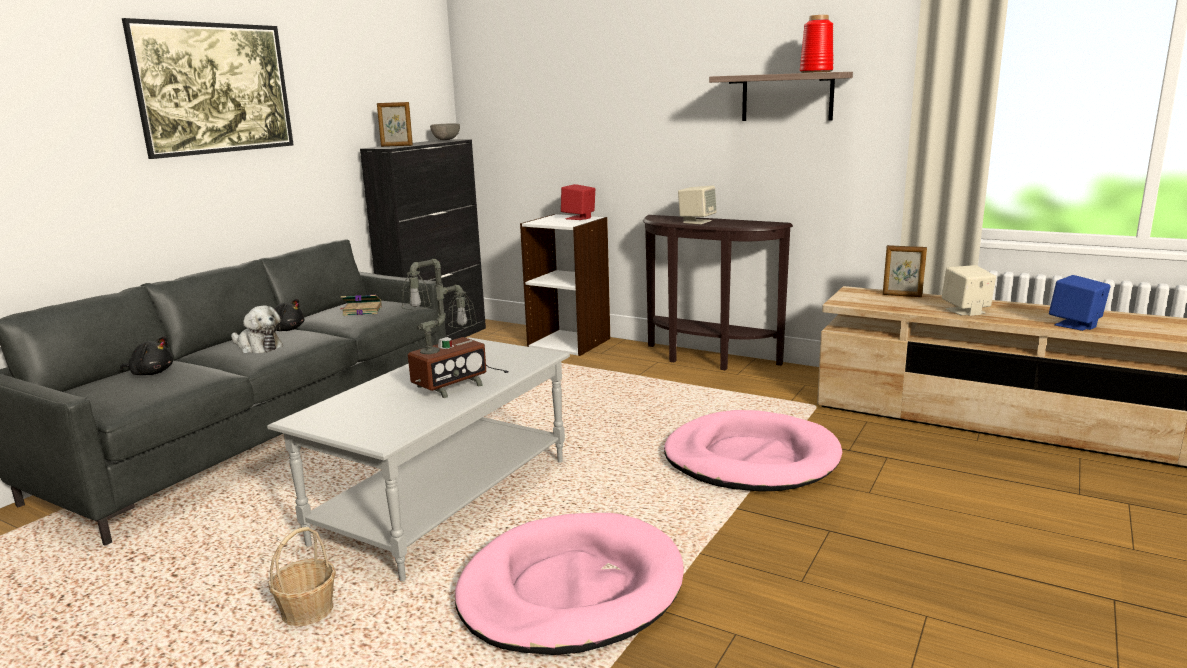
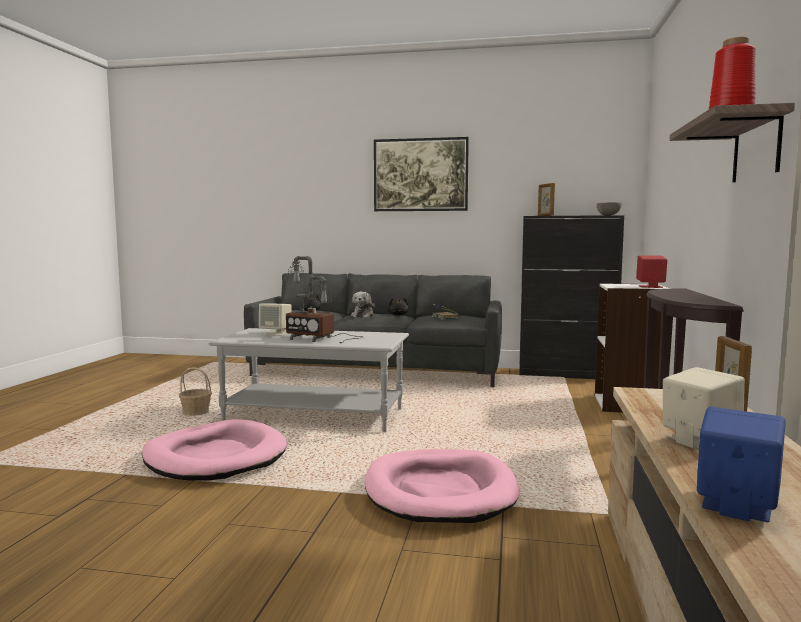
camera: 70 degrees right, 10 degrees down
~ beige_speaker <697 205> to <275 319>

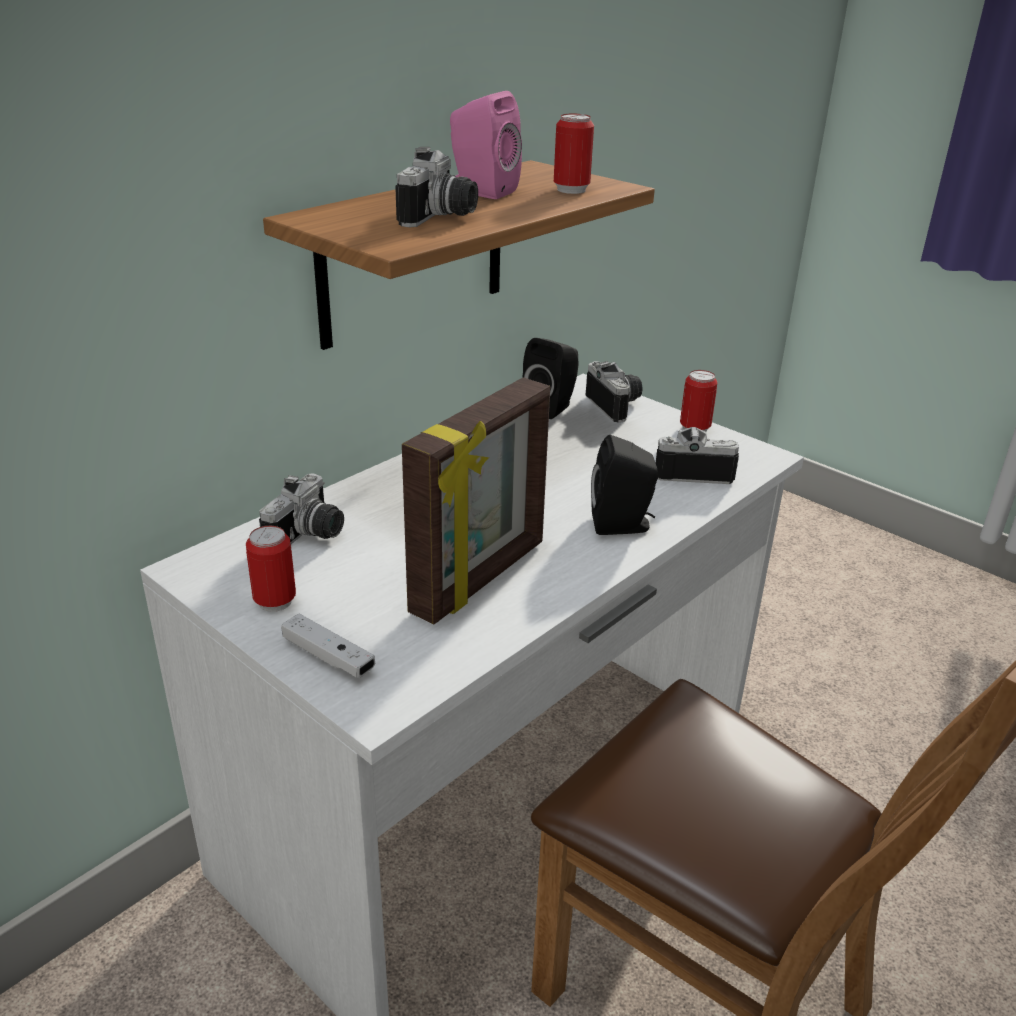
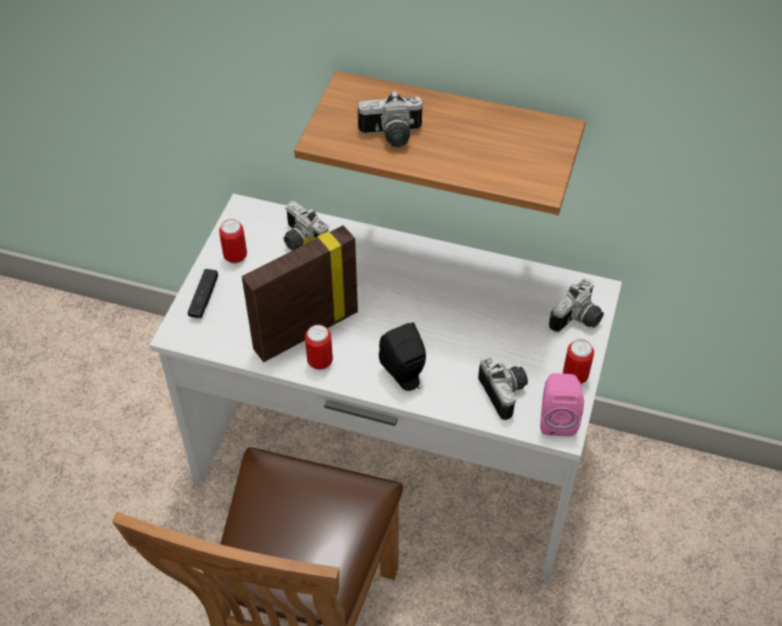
camera: 65 degrees right, 20 degrees up
- black_speaker <550 378>
~ pink_speaker <486 145> to <562 404>
~ can <574 154> to <319 347>
~ white_game_controller <328 646> to black_game_controller <203 294>
~ photo_camera <301 509> = <306 226> 45 degrees clockwise
~ picture_frame <476 500> = <300 293> 135 degrees clockwise

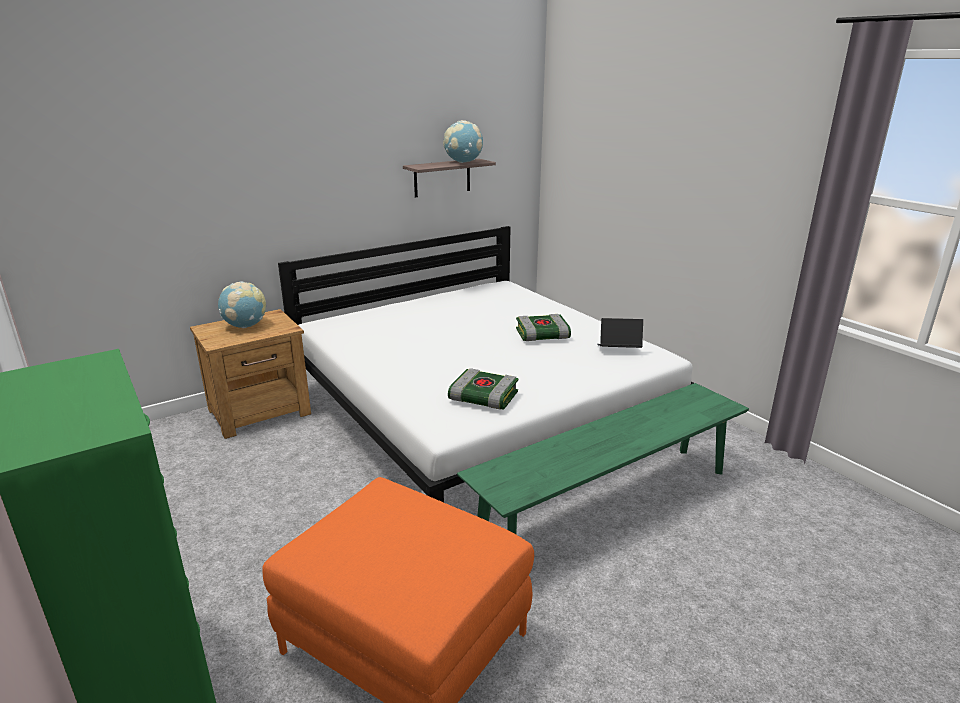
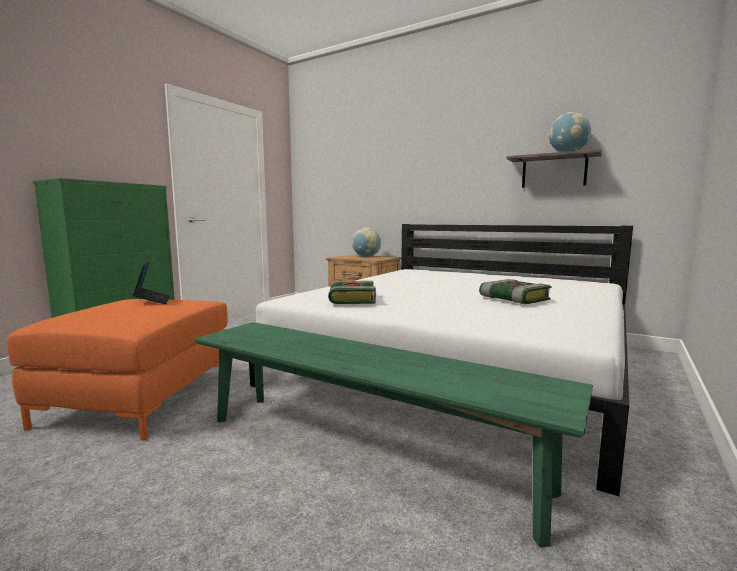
camera: 65 degrees right, 15 degrees down
~ laptop <620 333> to <151 282>

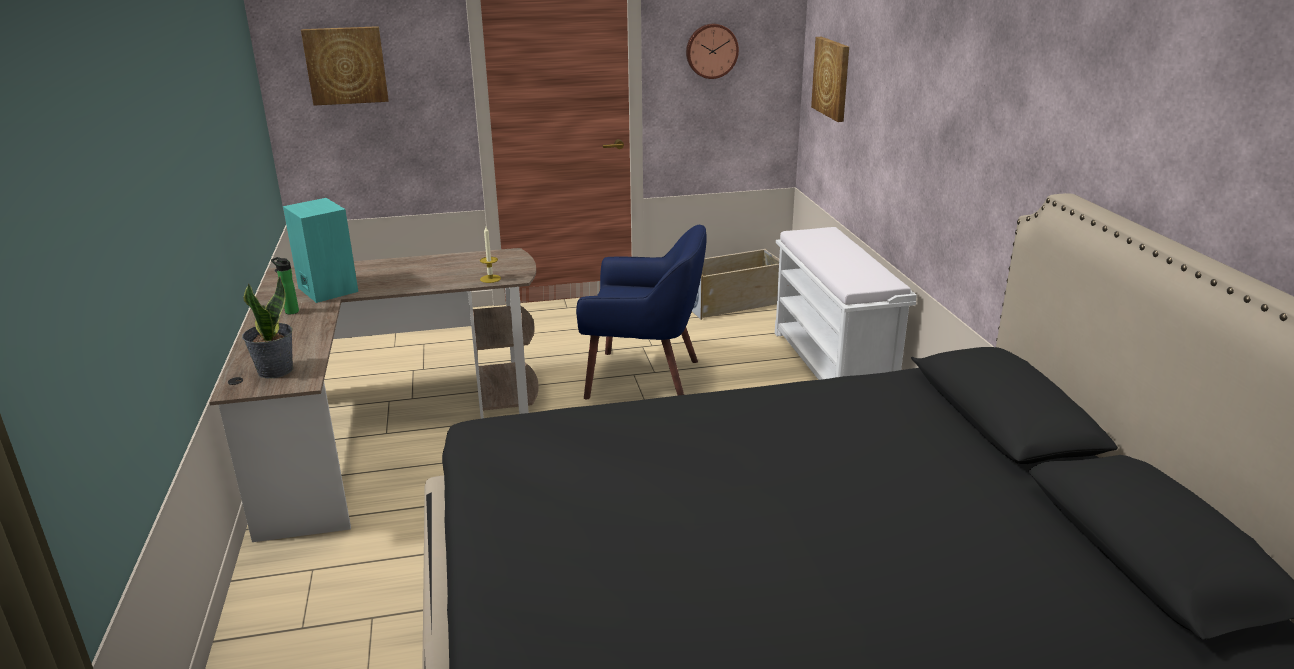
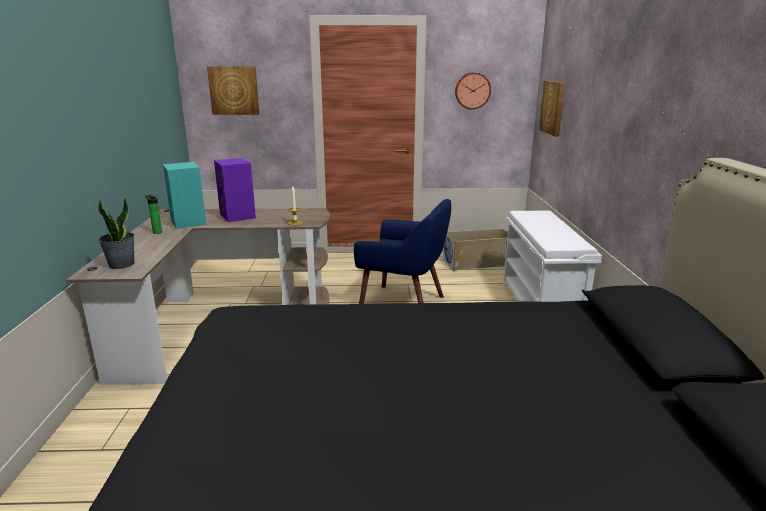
camera: 10 degrees right, 5 degrees down
+ purple_speaker <235 190>

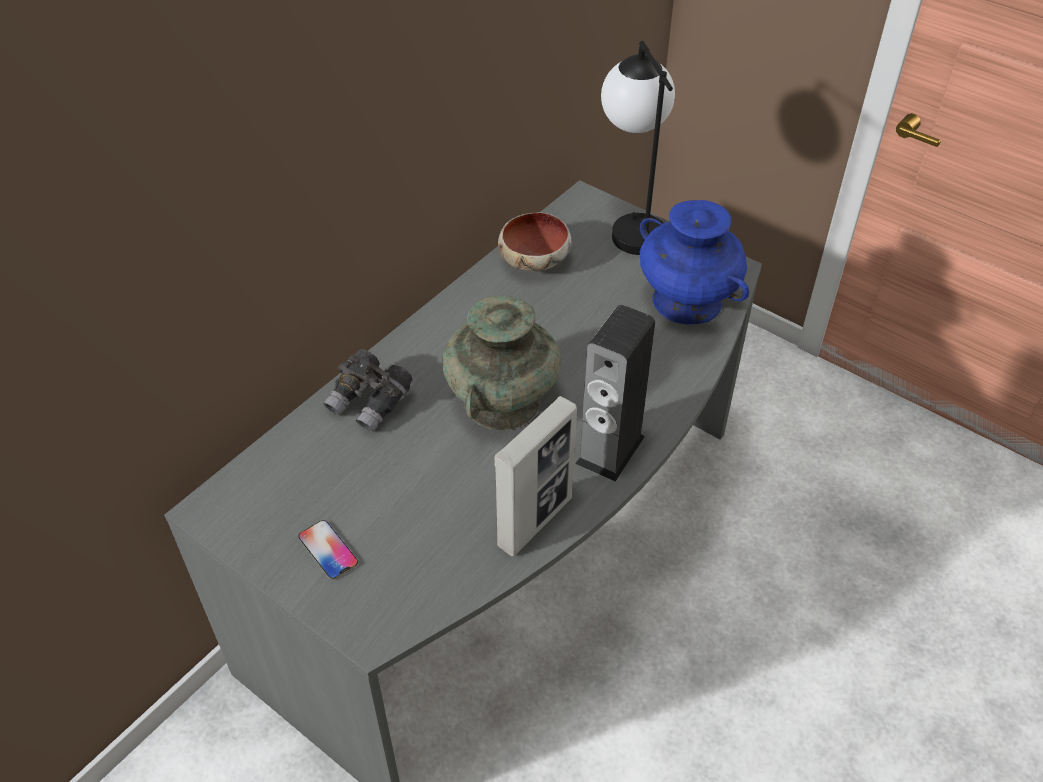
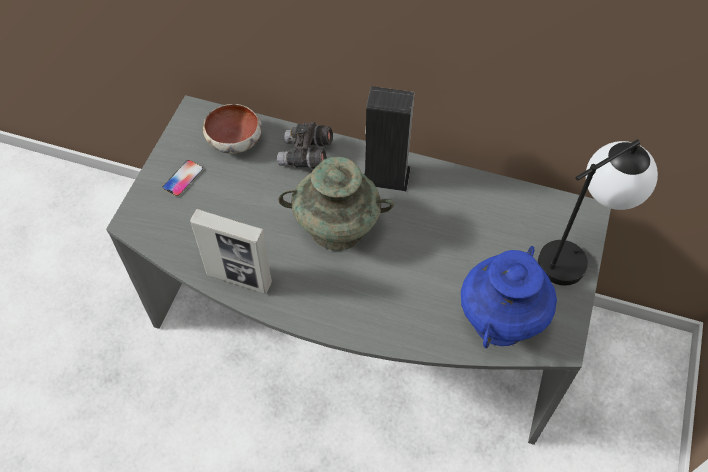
camera: 70 degrees right, 10 degrees up
~ bowl <534 242> to <232 129>
~ speaker <615 393> to <389 138>

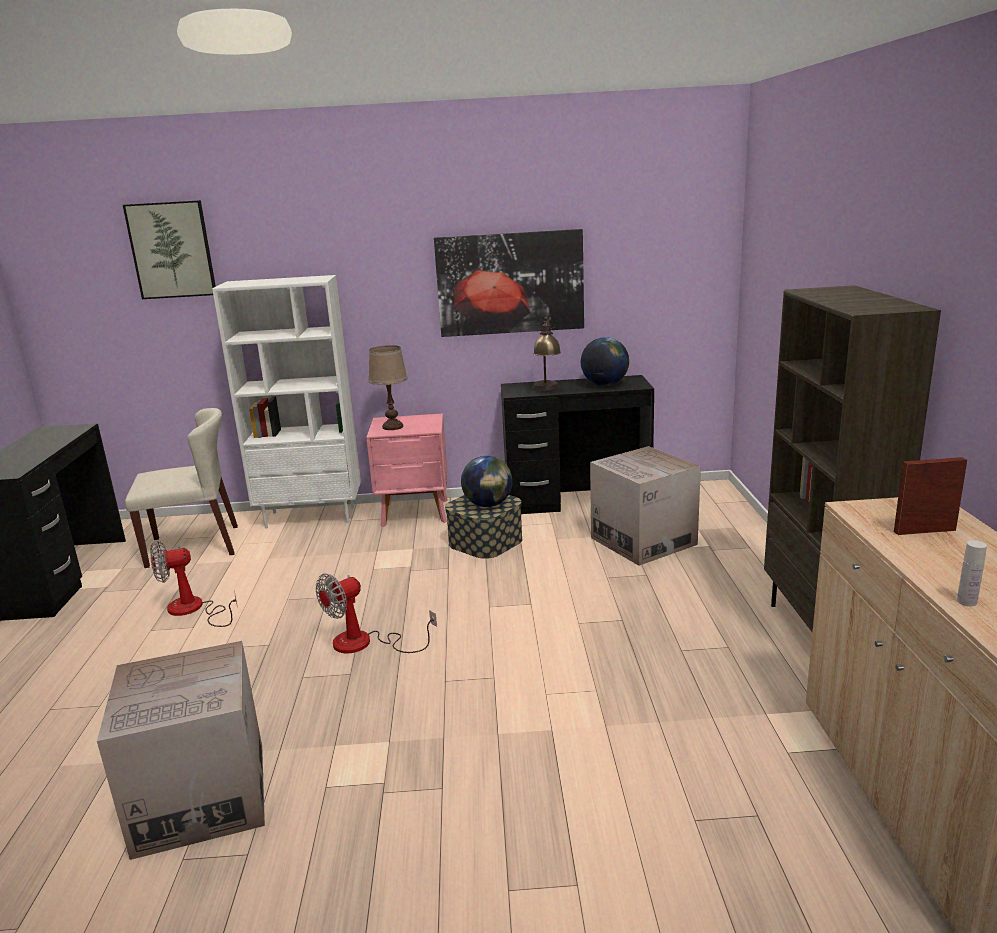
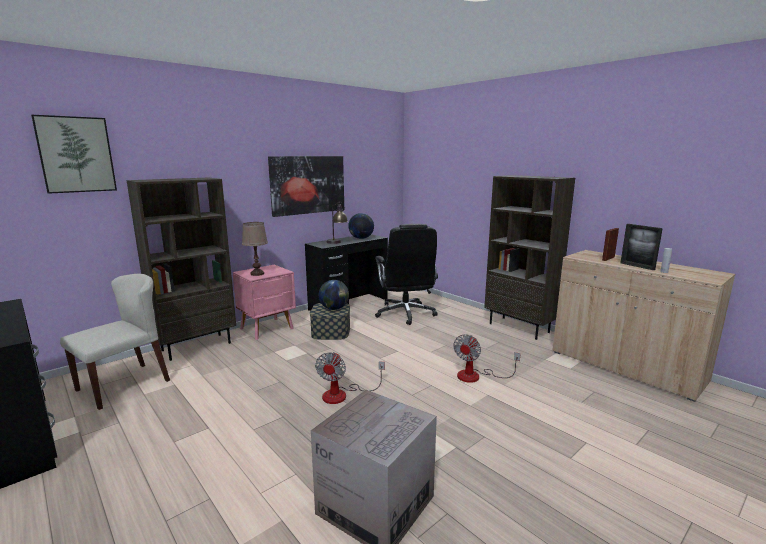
camera: 40 degrees left, 5 degrees down
+ picture_frame <642 247>
~ fan <193 584> to <487 358>
~ cardboard_box <645 506> to black_office_chair <406 274>
~ white_bookcase <286 402> to brown_bookcase <181 269>

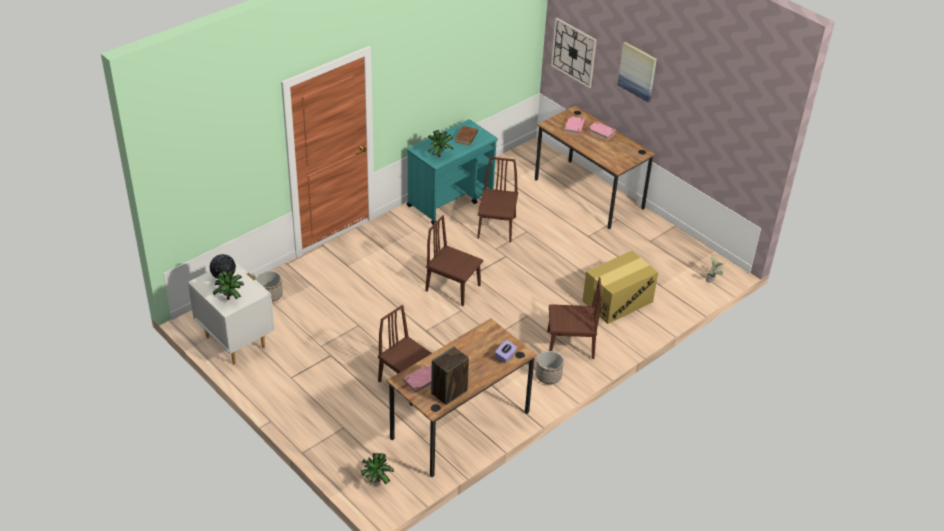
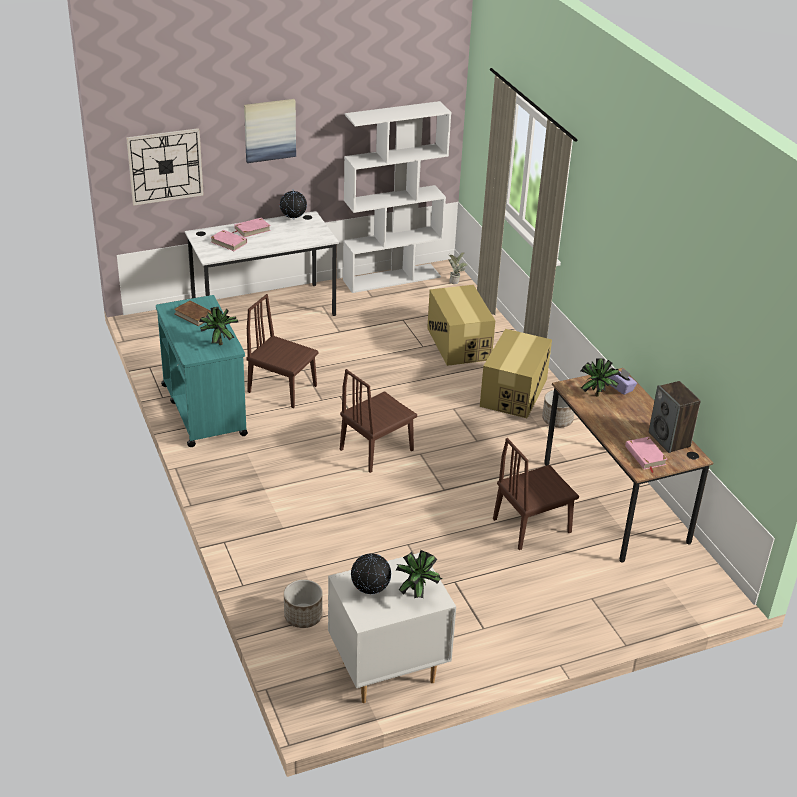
camera: 70 degrees left, 5 degrees down
+ globe <293 204>
+ white_bookcase <397 197>
~ potted_plant <377 469> to <600 377>
~ brown_chair <574 318> to cardboard_box <516 373>
~ brown_desk <595 167> to white_desk <262 263>

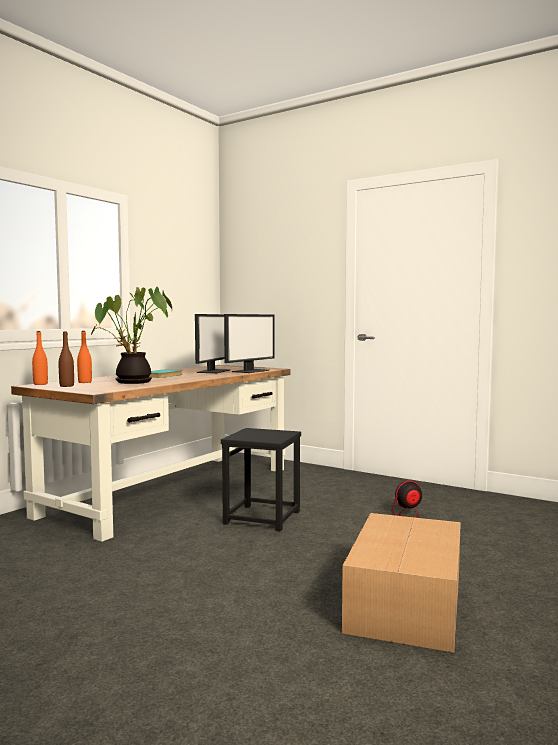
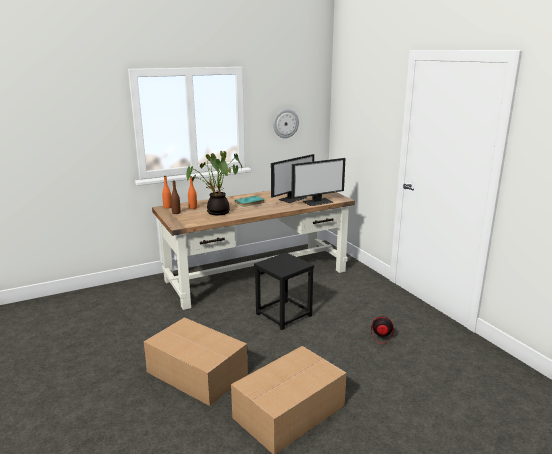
camera: 30 degrees right, 15 degrees up
+ cardboard_box <195 361>
+ wall_clock <286 123>

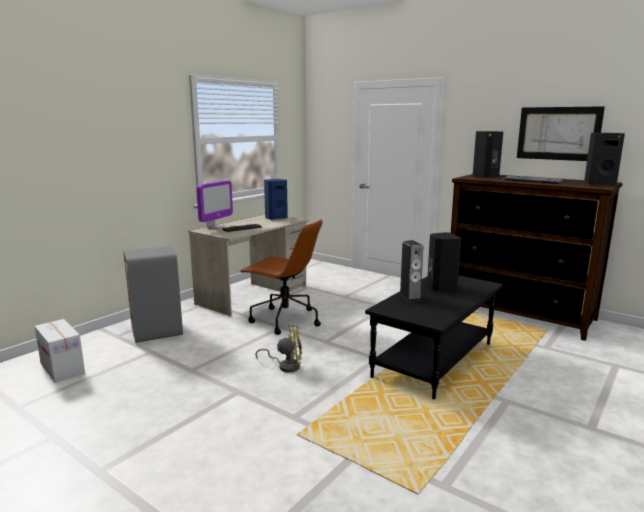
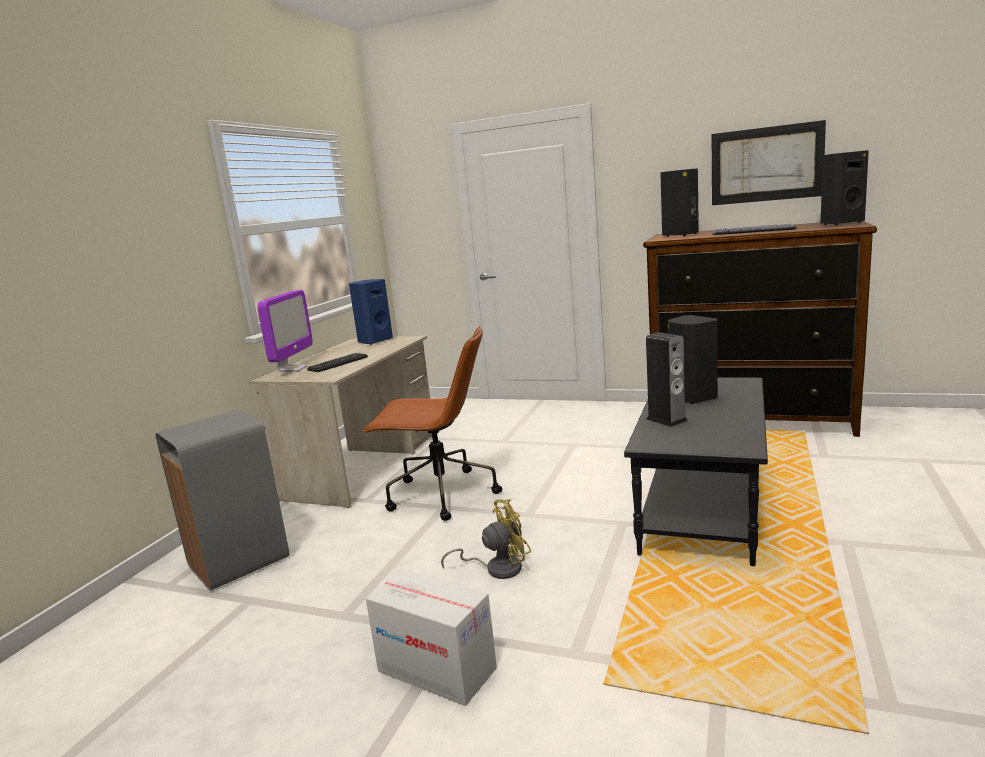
camera: 15 degrees left, 0 degrees up
~ cardboard_box <59 351> to <431 637>

